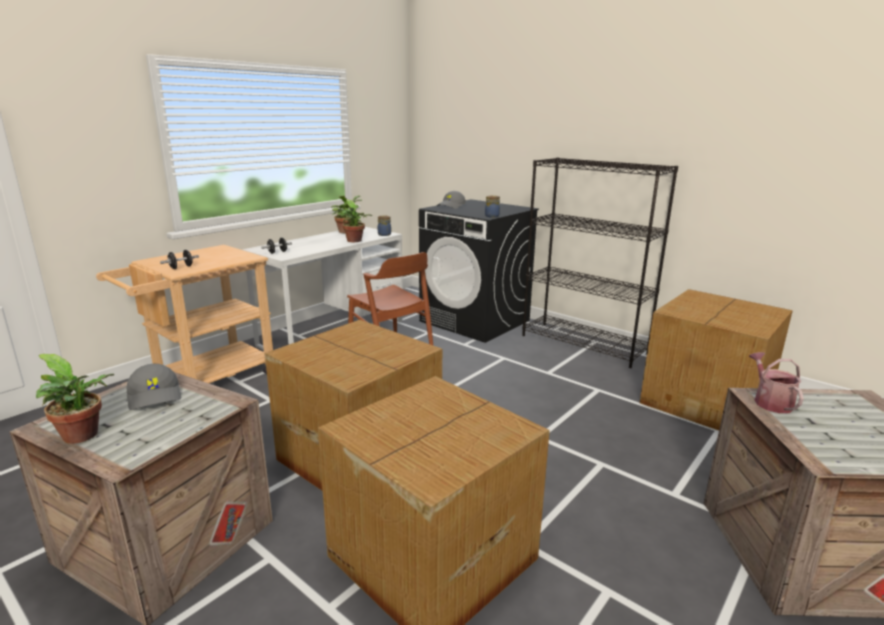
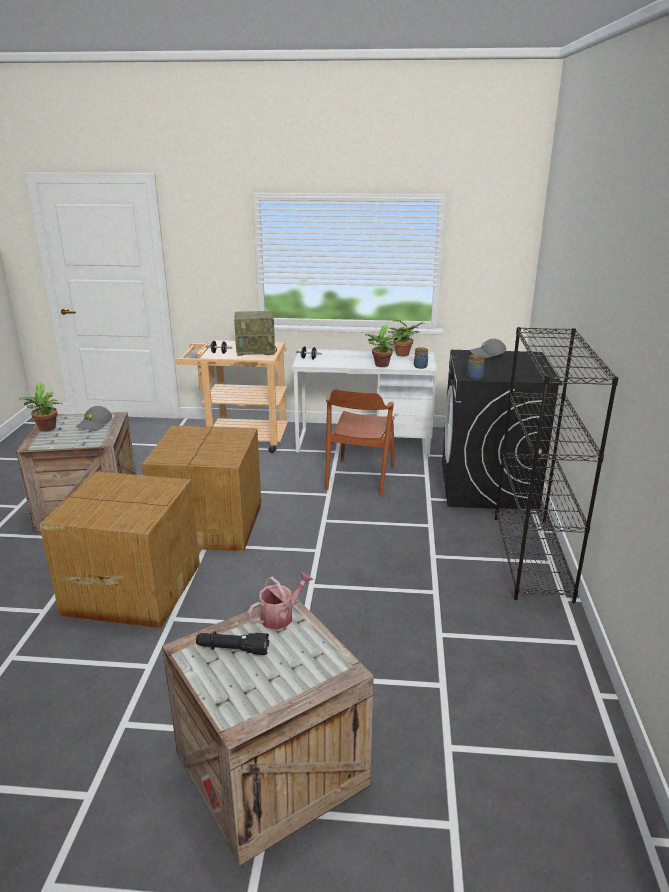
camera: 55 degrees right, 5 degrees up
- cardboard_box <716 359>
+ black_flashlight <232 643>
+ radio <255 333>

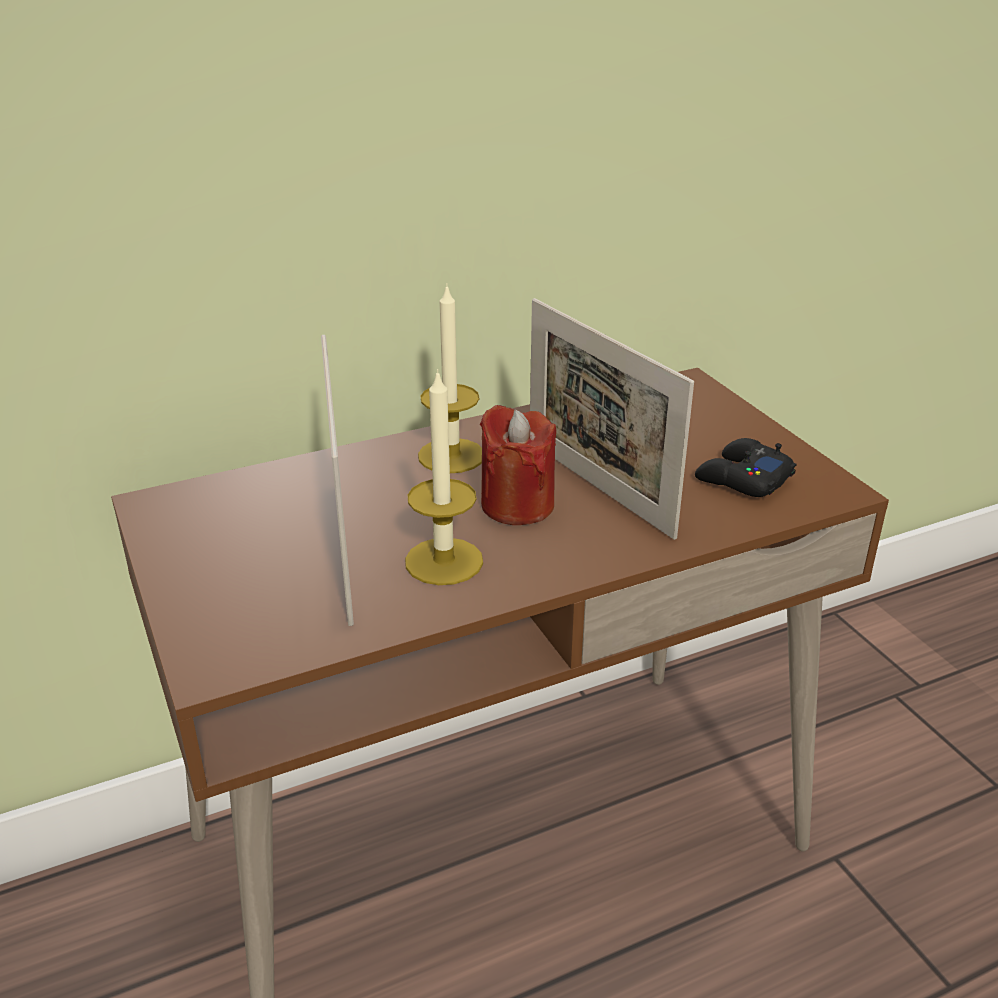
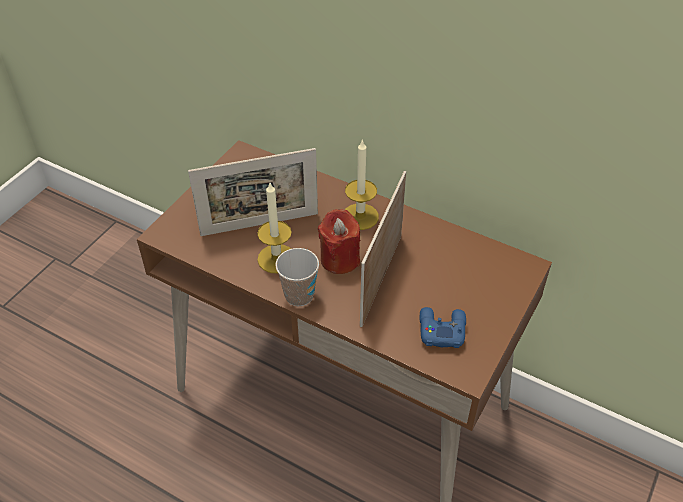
camera: 55 degrees right, 15 degrees up
+ cup <297 277>
~ black_game_controller <745 467> to blue_game_controller <443 327>
~ picture_frame <337 480> = <253 192> 150 degrees counterclockwise

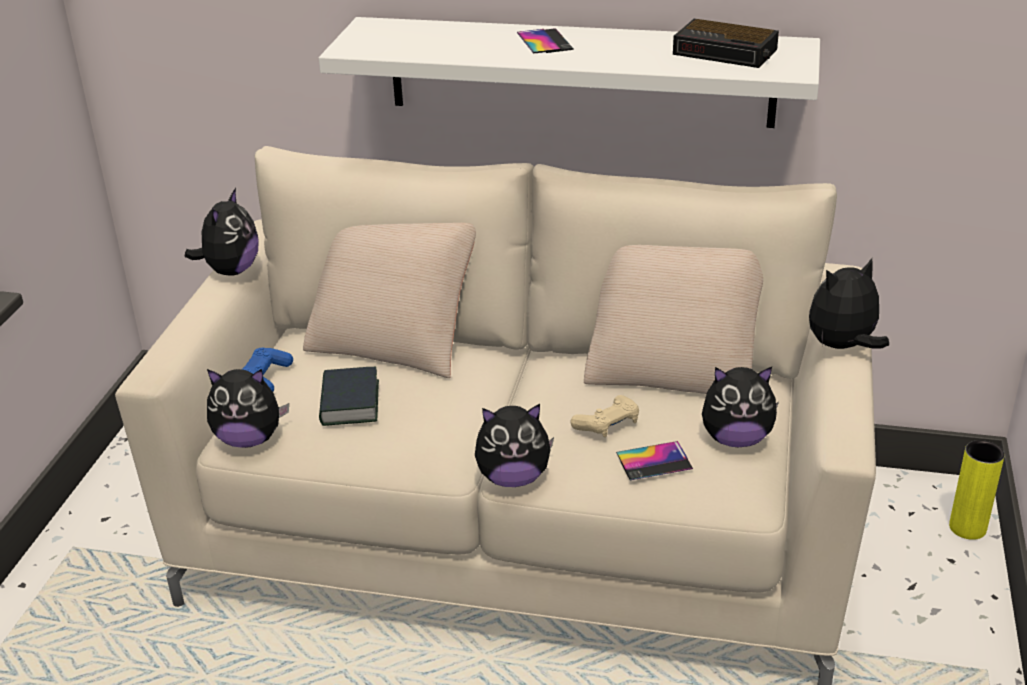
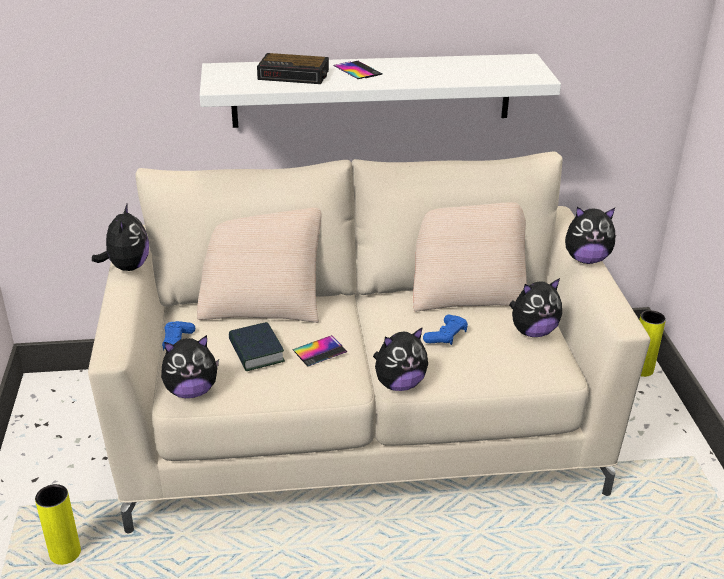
camera: 20 degrees left, 0 degrees up
+ yellow_vase <58 524>
~ phone <654 460> to <320 350>
~ alarm_clock <726 43> to <293 68>
~ beige_game_controller <604 416> to blue_game_controller <445 329>
~ plush_toy <849 303> = <590 235> 135 degrees counterclockwise

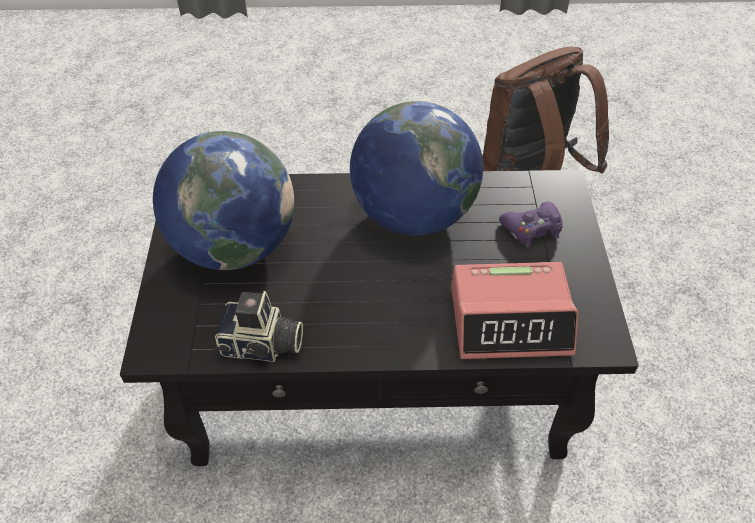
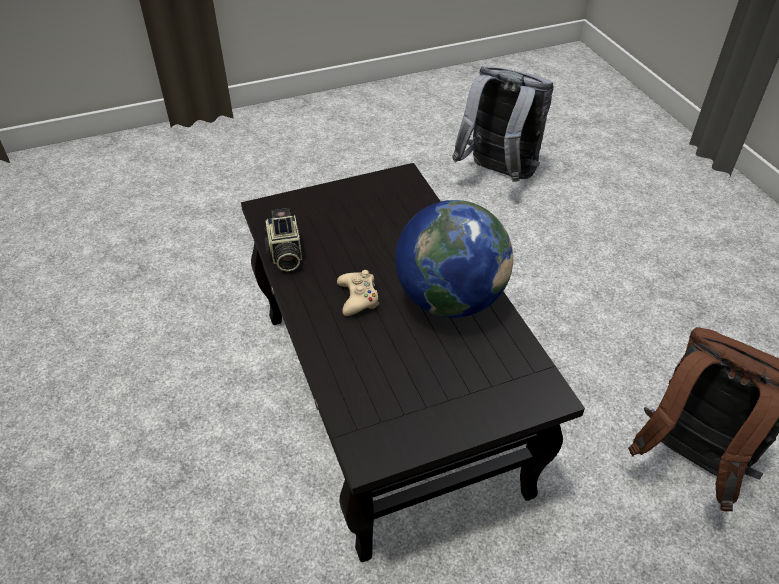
camera: 70 degrees right, 5 degrees down
- globe <223 200>
- alarm_clock <514 310>
- purple_game_controller <530 224>
+ beige_game_controller <358 293>
+ grey_backpack <503 124>

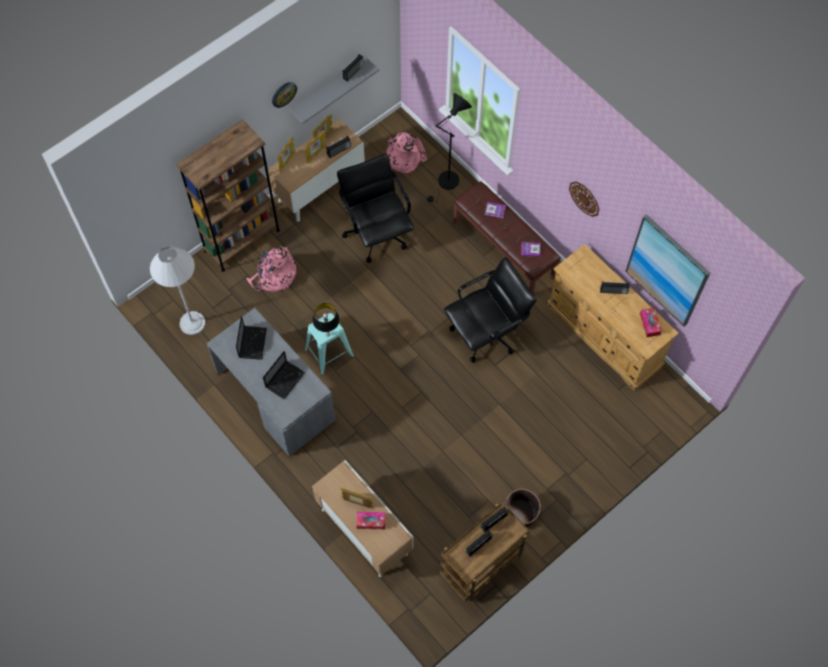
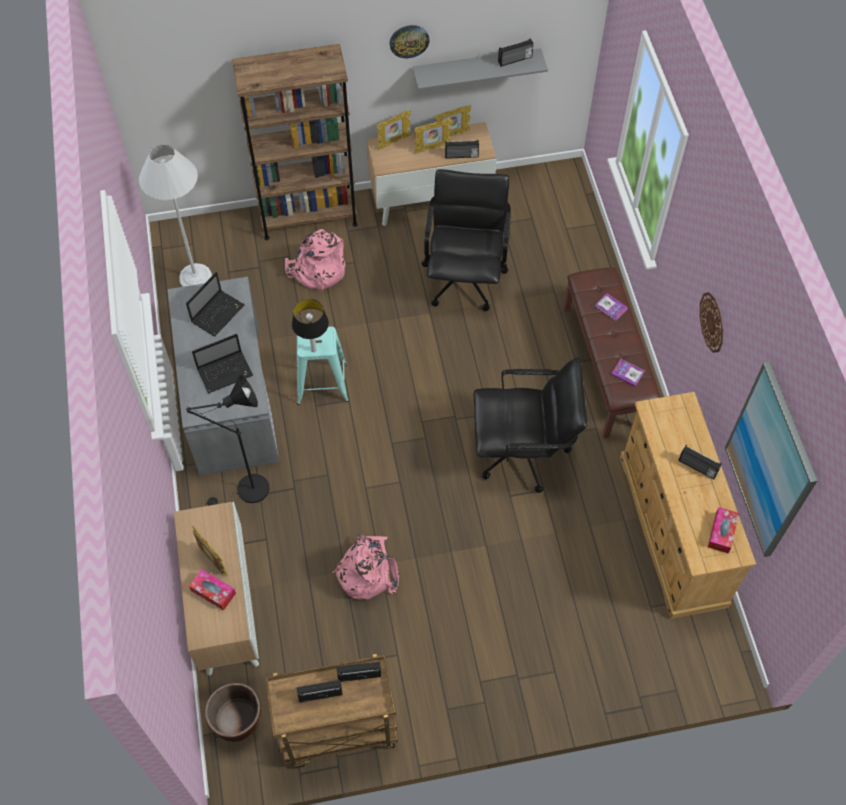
camera: 30 degrees right, 5 degrees down
~ pink_backpack <406 152> to <365 567>
~ black_floor_lamp <449 148> to <227 440>
~ brown_planter <522 507> to <233 712>

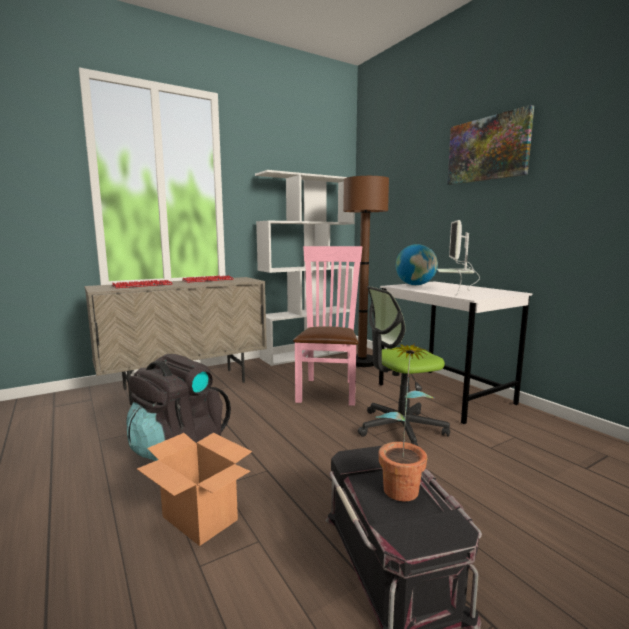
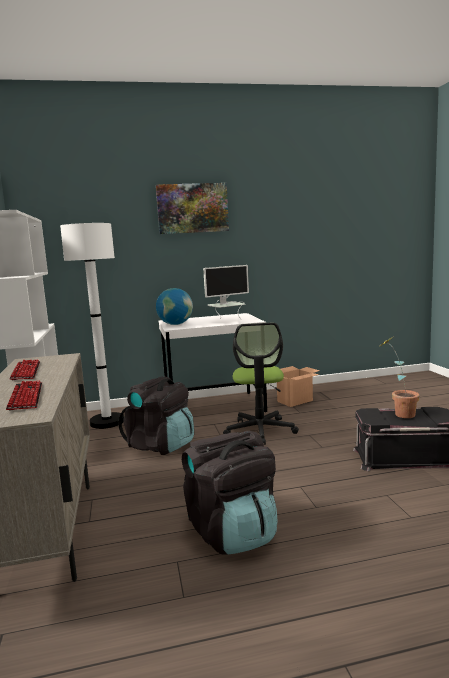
camera: 70 degrees left, 0 degrees up
~ cardboard_box <194 489> to <298 386>
~ pink_chair <327 326> to black_backpack <156 415>
~ brown_floor_lamp <366 271> to white_floor_lamp <92 326>
~ monitor <458 257> = <226 292> 60 degrees counterclockwise

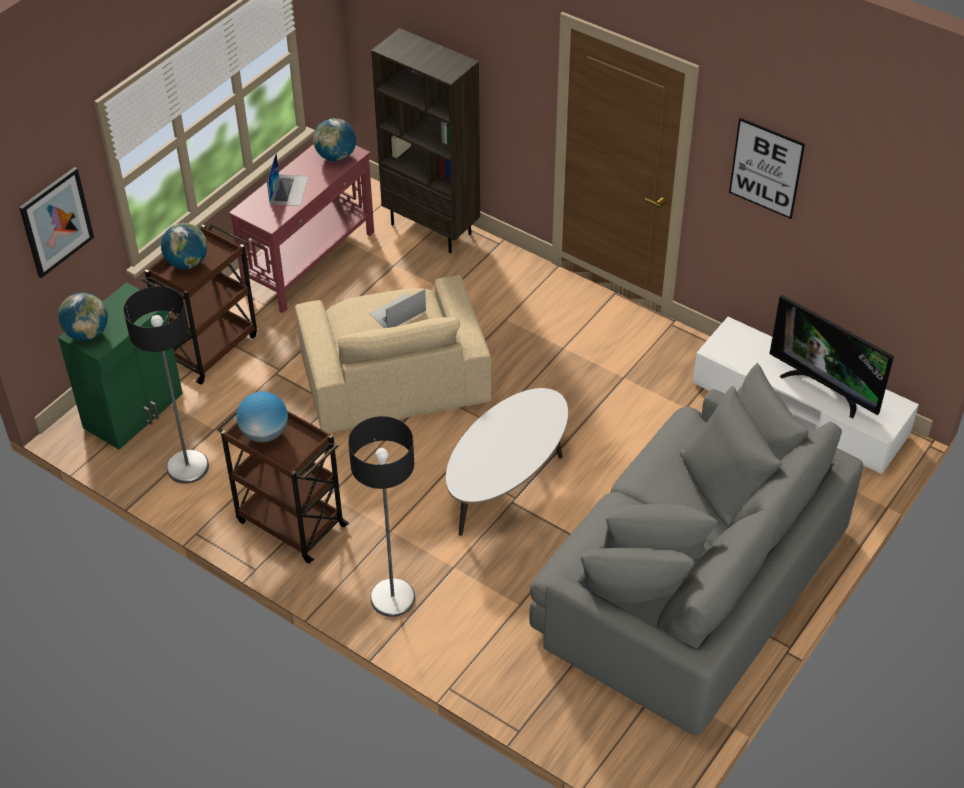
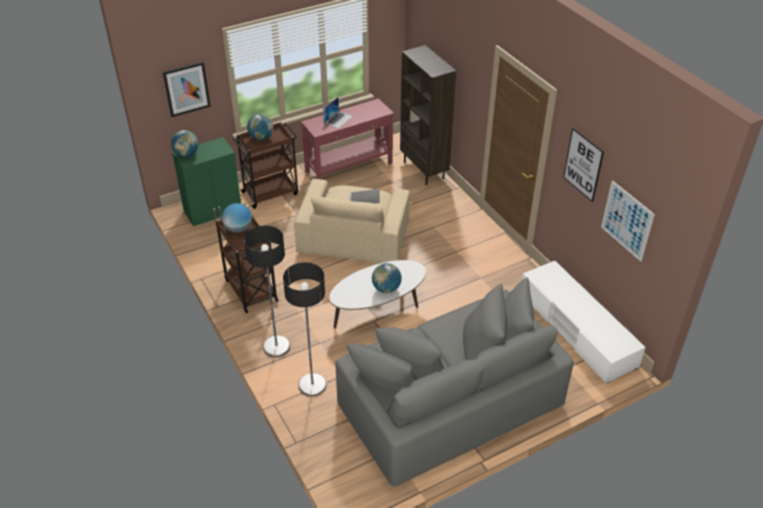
camera: 25 degrees right, 5 degrees down
- television <831 356>
+ picture <628 221>
~ floor_lamp <166 385> to <305 329>
~ globe <334 139> to <387 278>

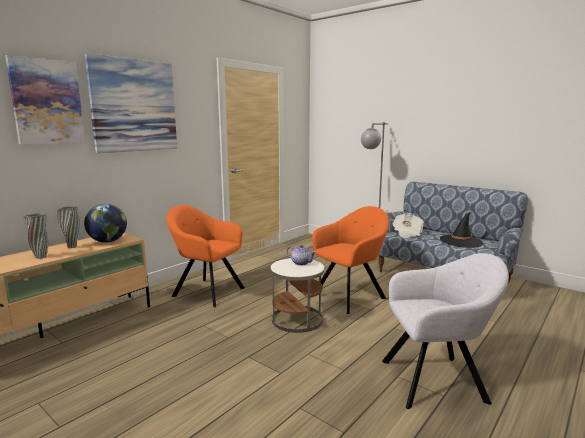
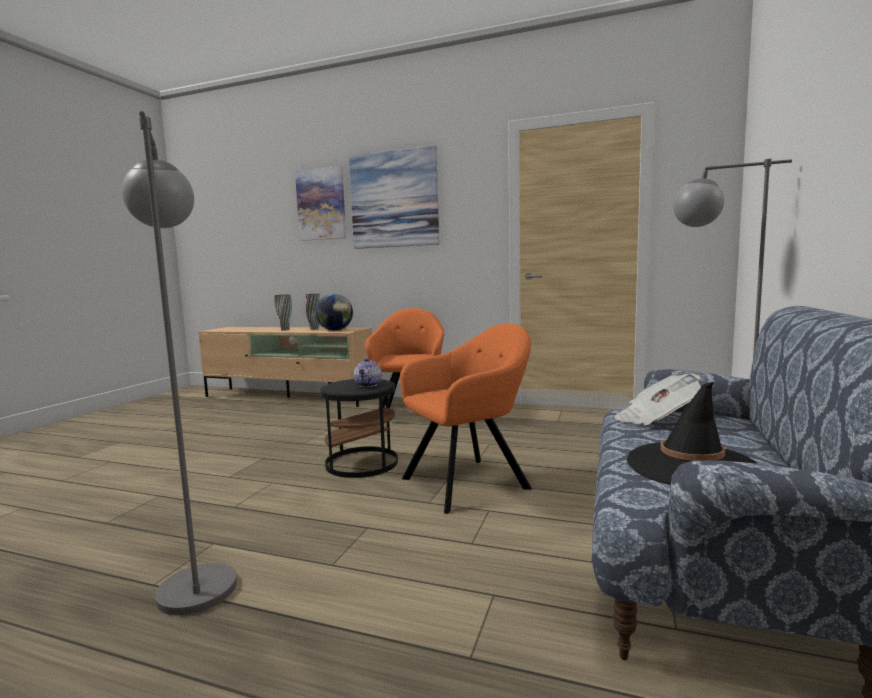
camera: 70 degrees right, 5 degrees down
~ grey_armchair <445 331> to grey_floor_lamp <179 363>
~ white_side_table <297 295> to black_side_table <359 428>
~ orange_armchair <350 260> = <466 418> 60 degrees counterclockwise

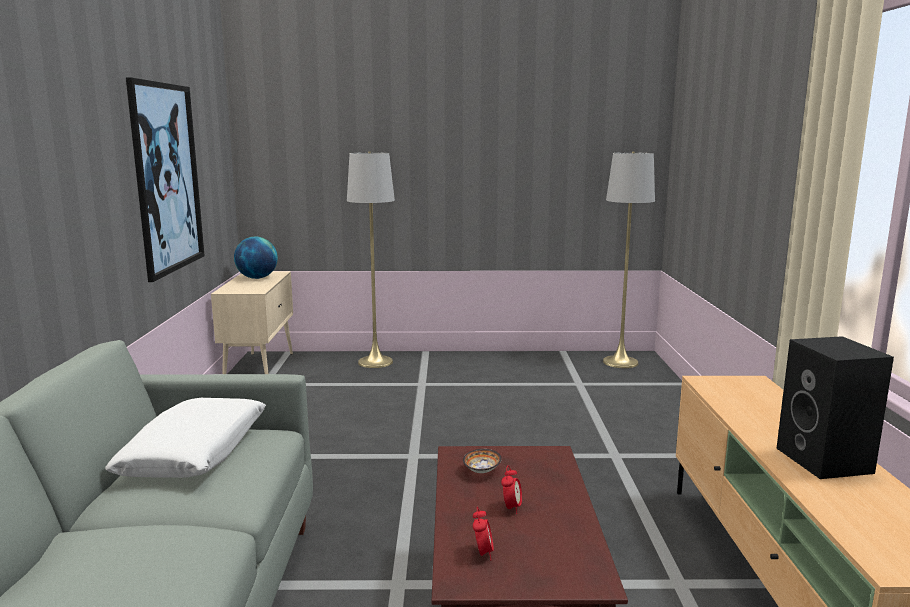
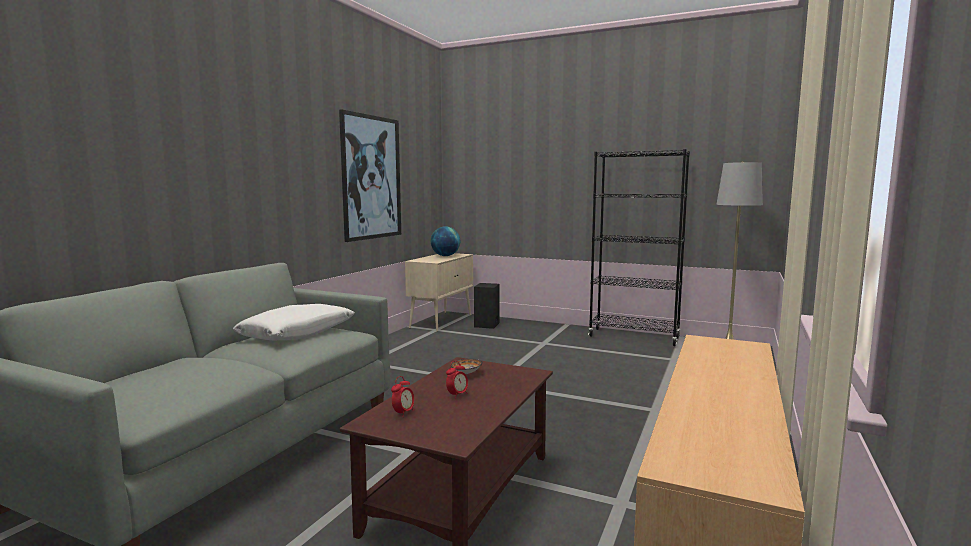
camera: 25 degrees right, 5 degrees down
- grey_floor_lamp <371 259>
+ black_bookcase <639 247>
~ black_speaker <835 407> to <487 306>

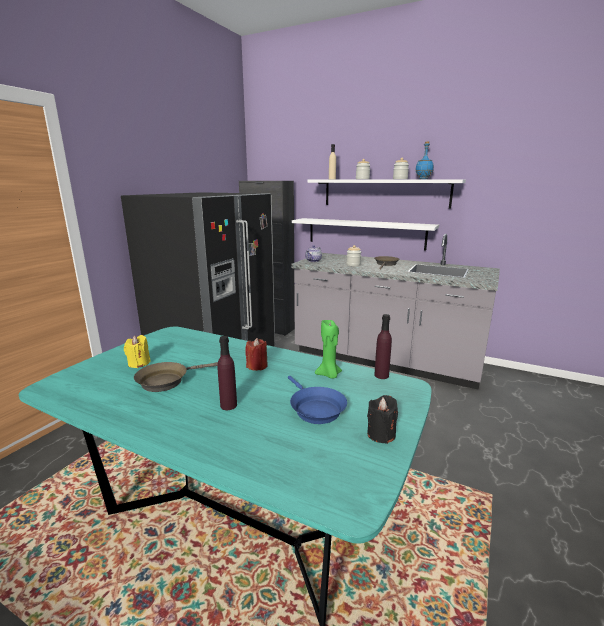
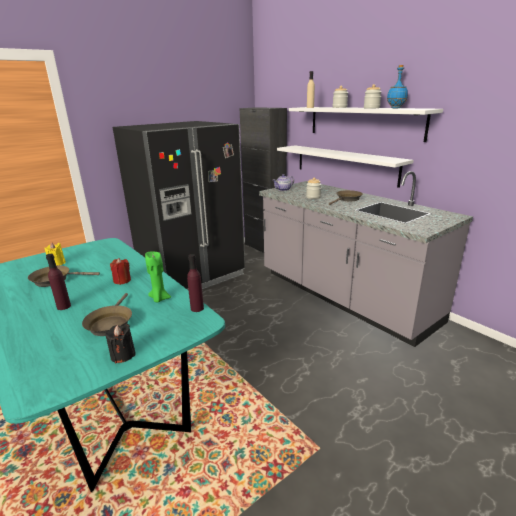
camera: 25 degrees right, 5 degrees up
~ blue_frying_pan <317 400> to brown_frying_pan <107 314>

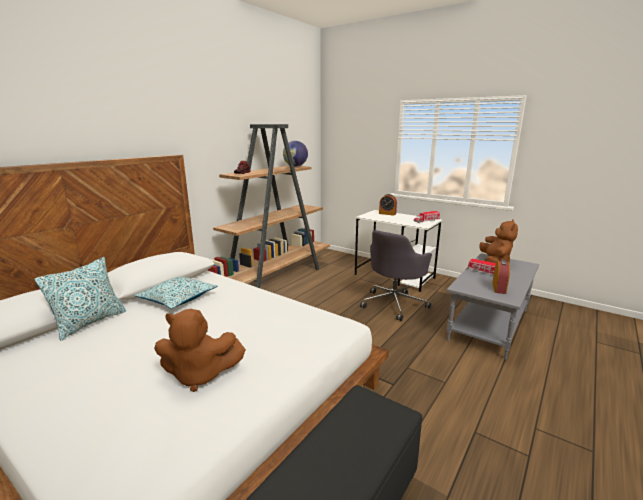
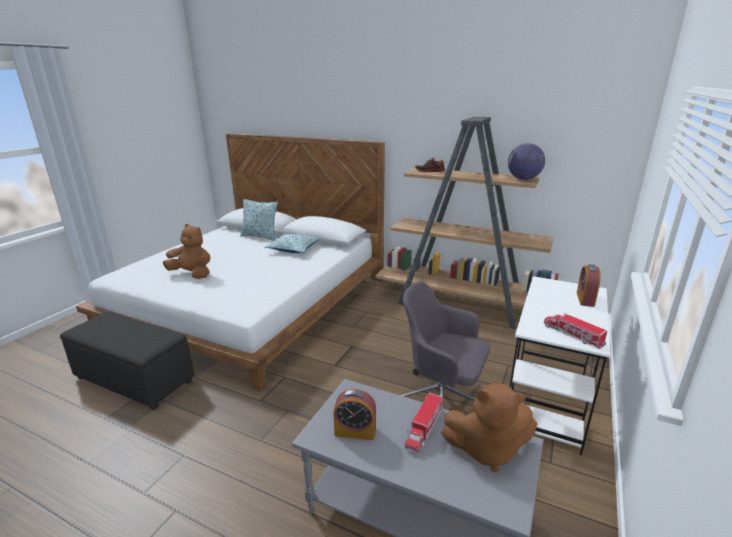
camera: 80 degrees right, 5 degrees up
~ brown_plush_toy <200 350> = <187 251> 120 degrees clockwise

